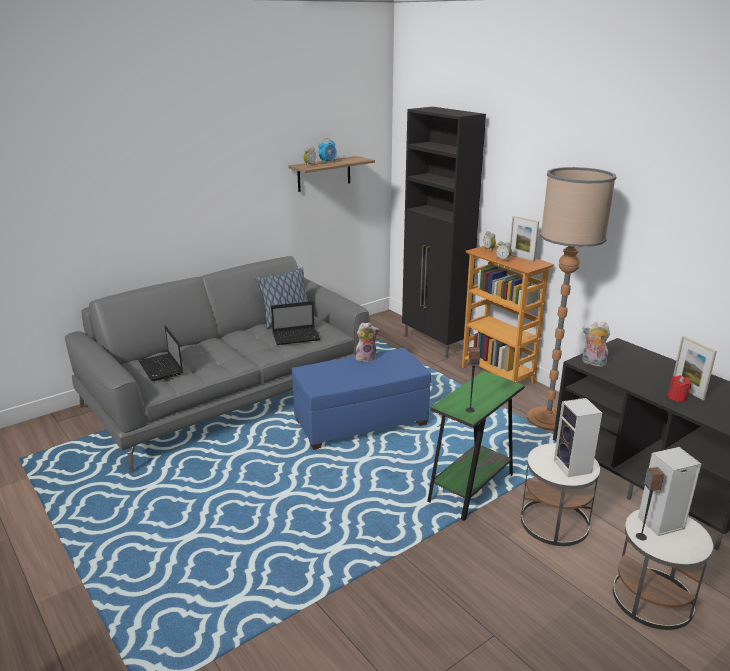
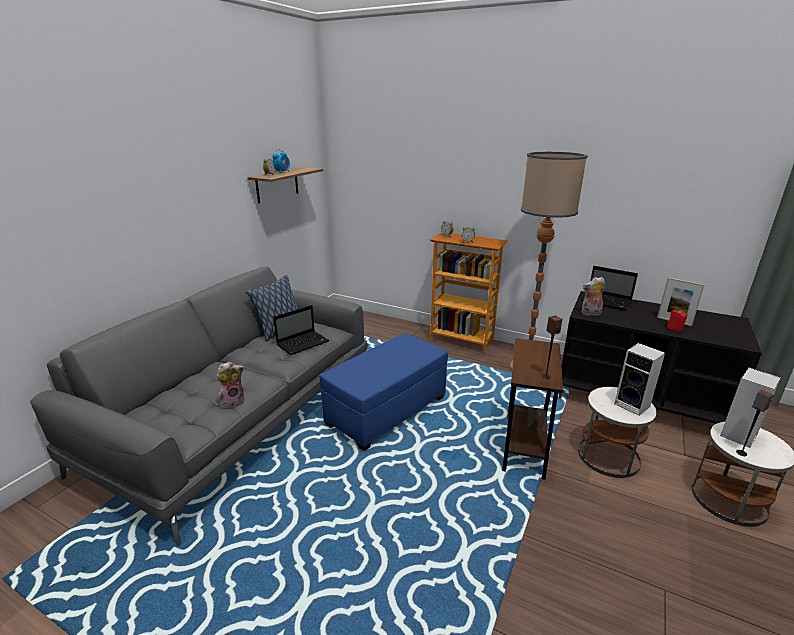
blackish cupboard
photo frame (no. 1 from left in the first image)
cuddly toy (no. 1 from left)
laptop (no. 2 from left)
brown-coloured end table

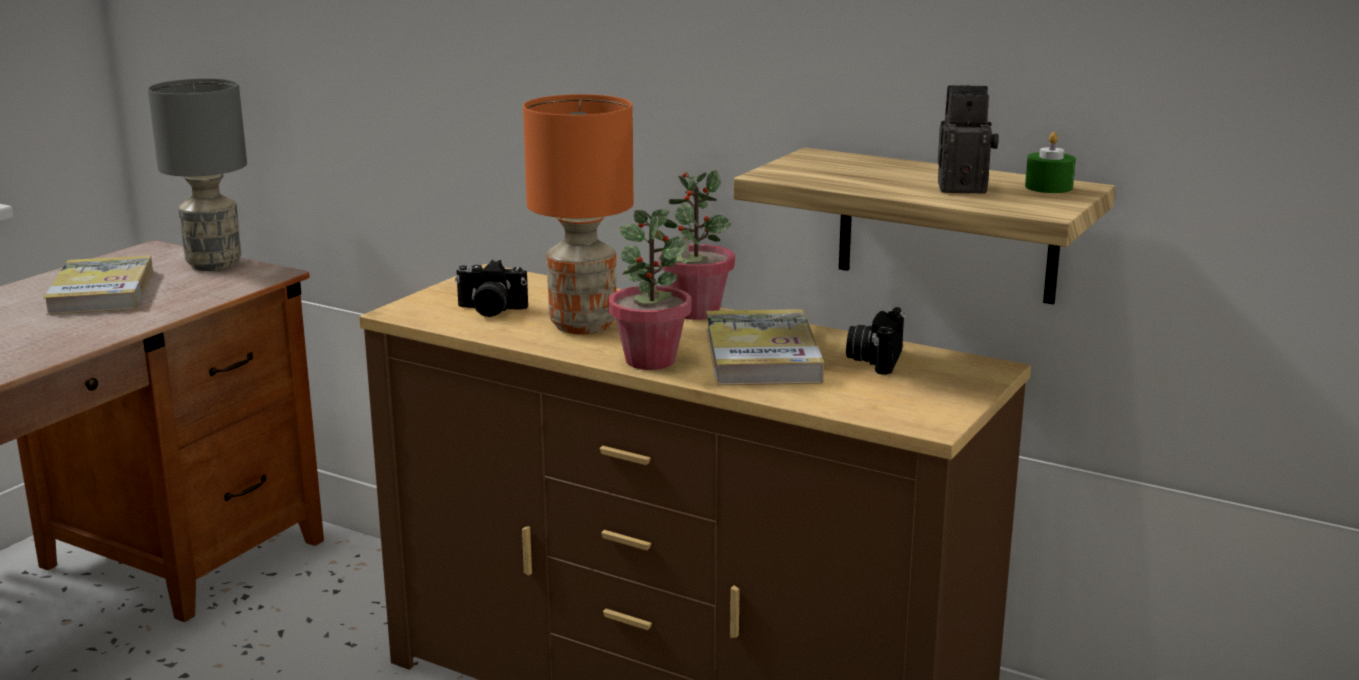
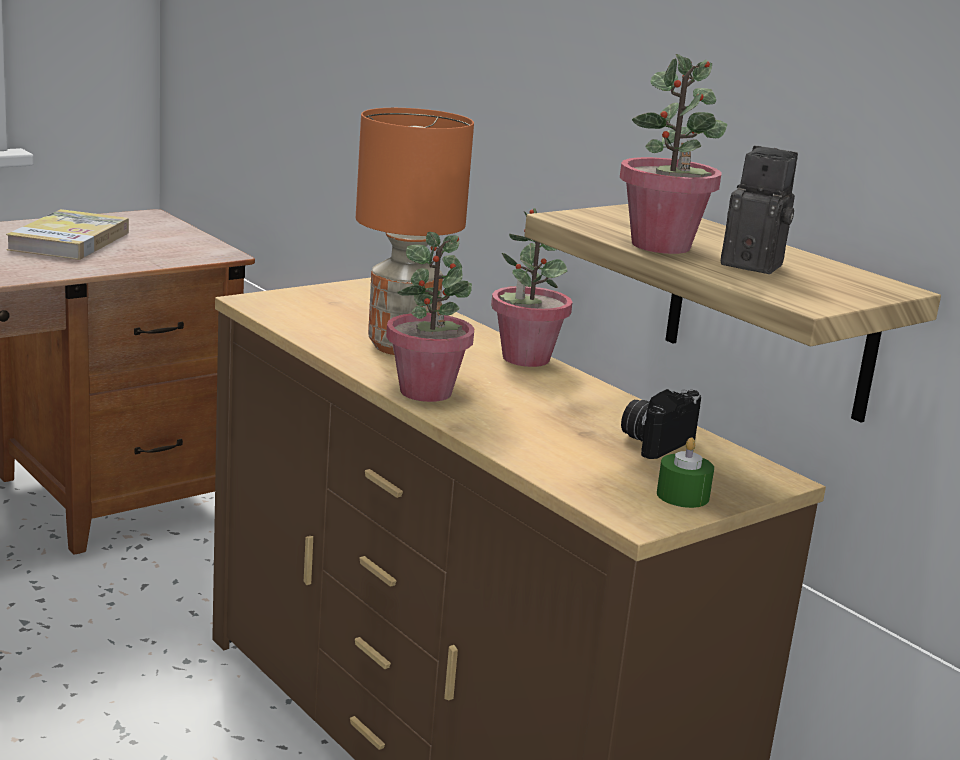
grey lamp for a table
green-coloured wax candle
photo camera (no. 1 from left in the first image)
volume (no. 2 from left in the first image)
potted plant (no. 3 from left)

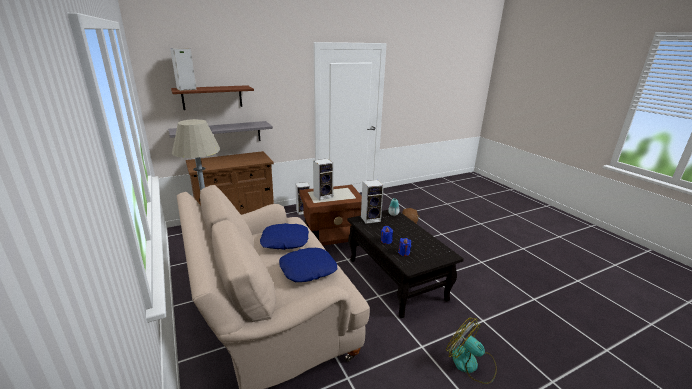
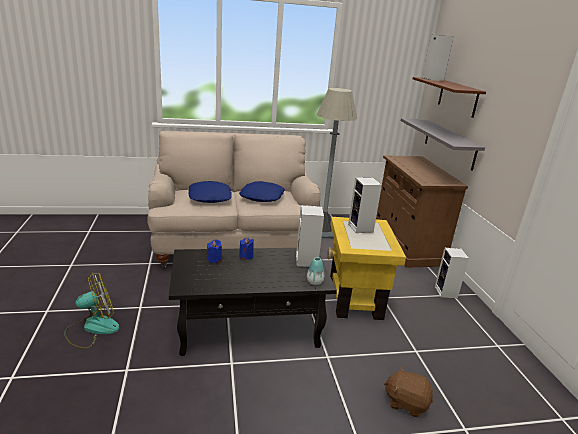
yellow end table

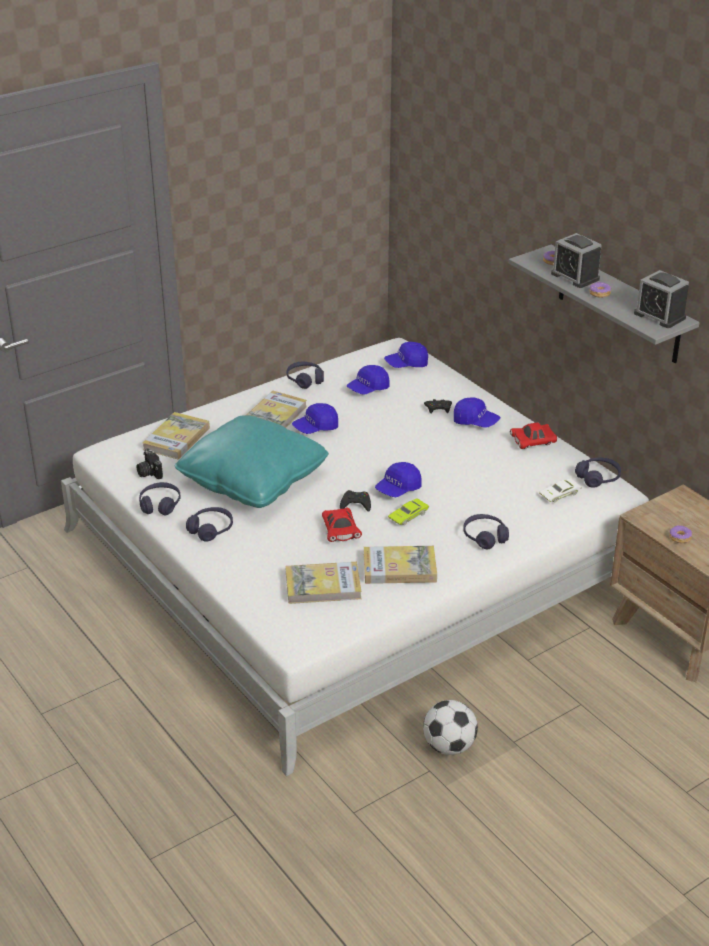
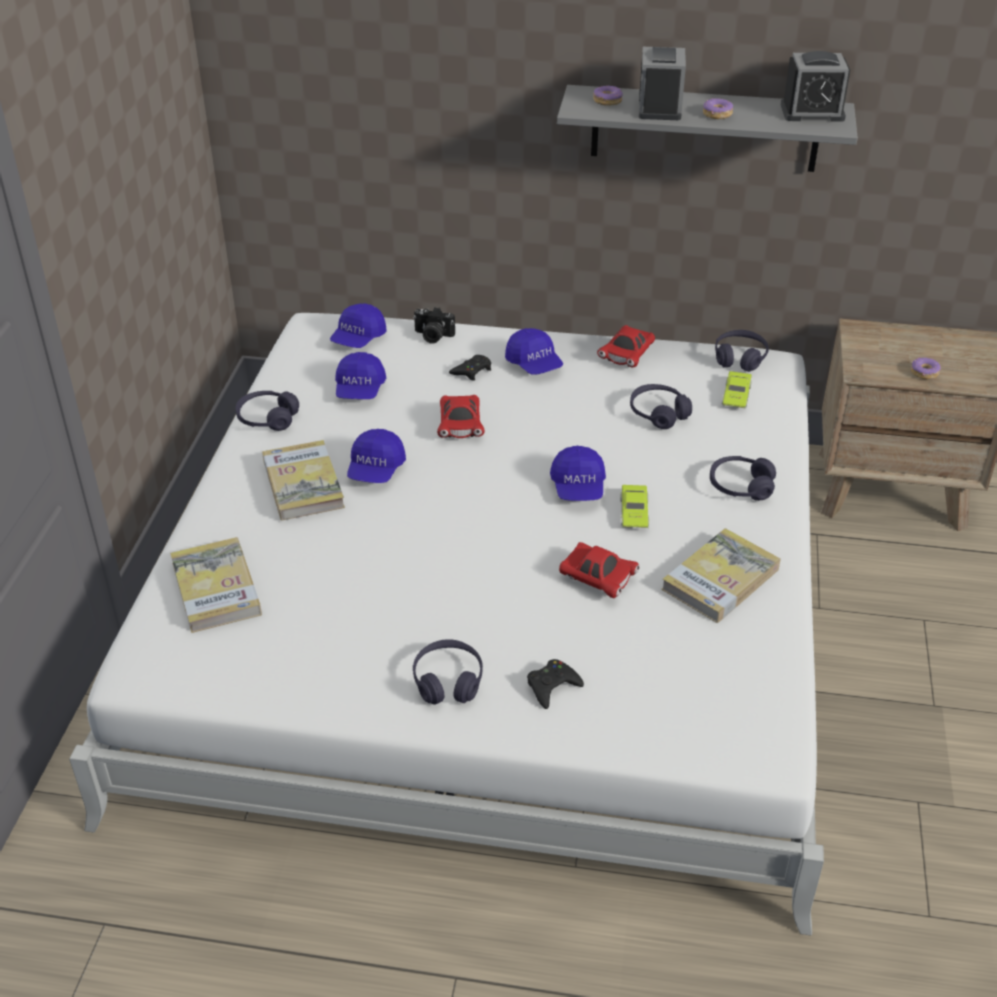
bedside clock (no. 1 from left)
blue cap (no. 4 from left)
blue-green cushion
photo camera
green-coloured miniature car (no. 2 from left)
purple-coloured pair of headphones (no. 3 from left)
blackish game controller (no. 2 from left)
volume (no. 3 from left in the first image)
football
red miniature car (no. 1 from left)

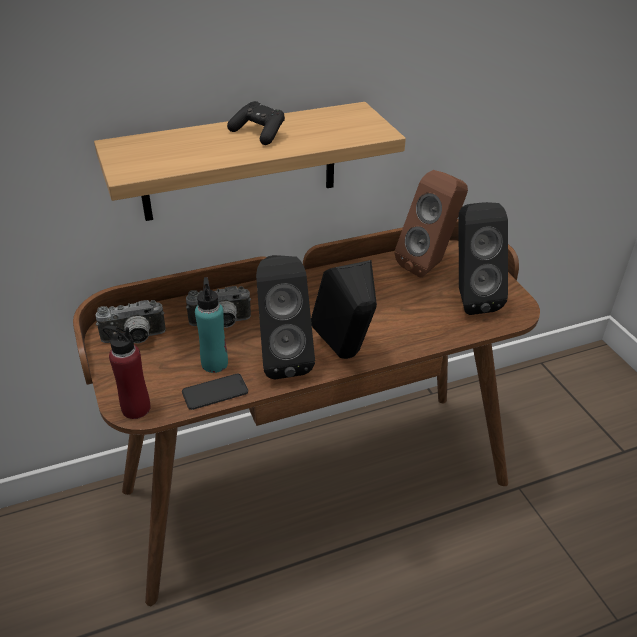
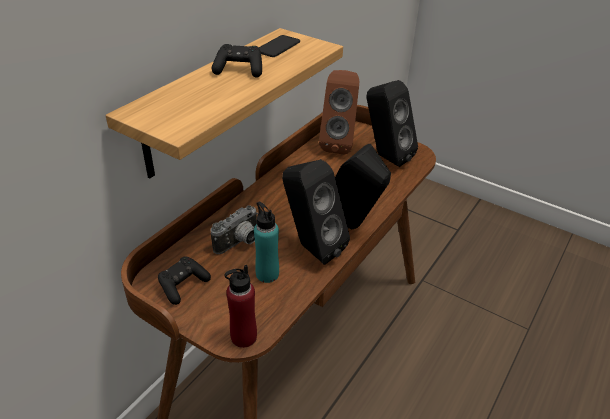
blackish game controller (no. 1 from left)
handset

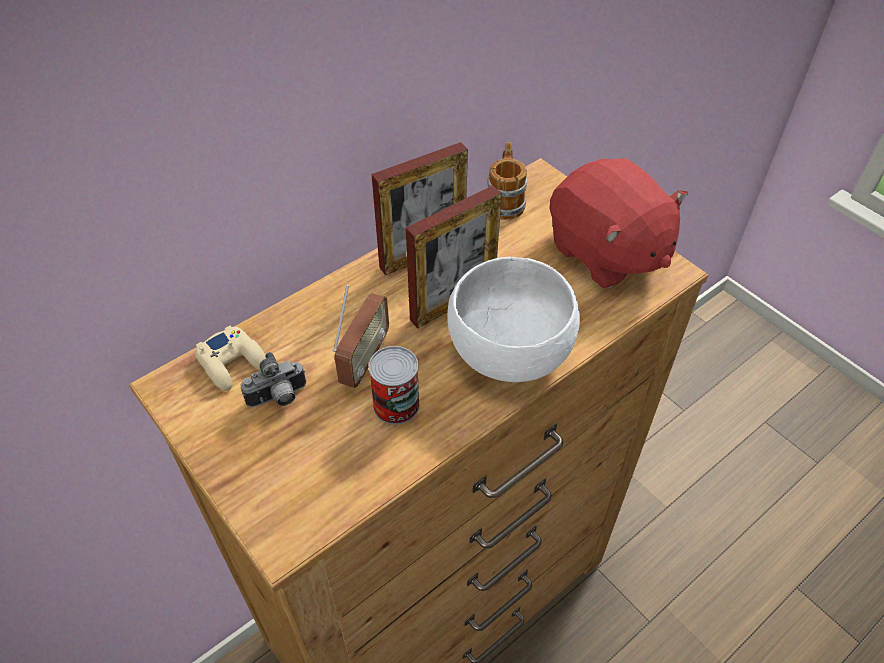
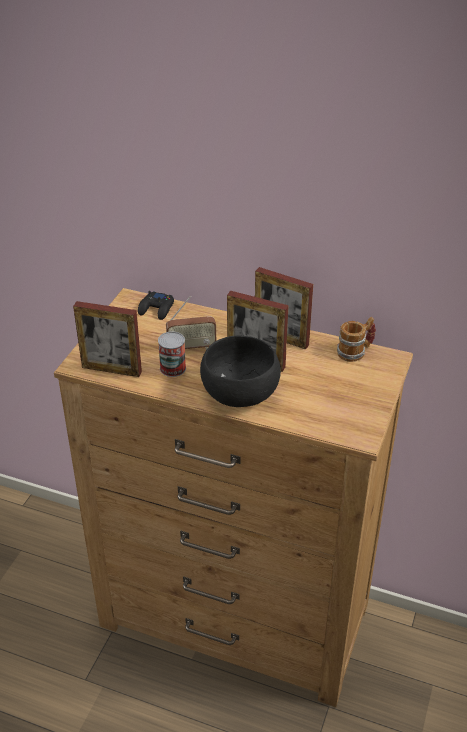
red cuddly toy
blackish bowl
blackish game controller
photo camera
photo frame (no. 1 from left)

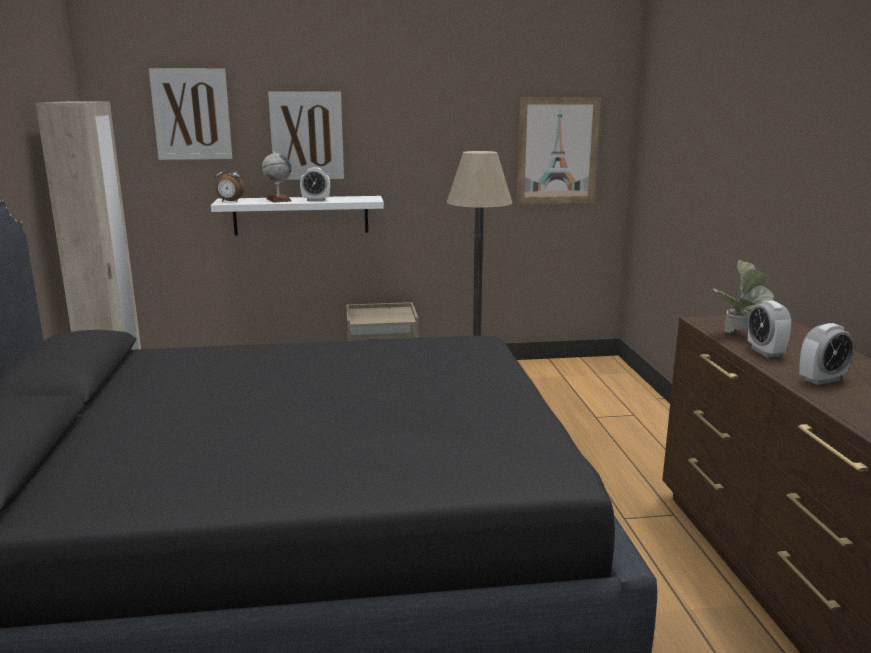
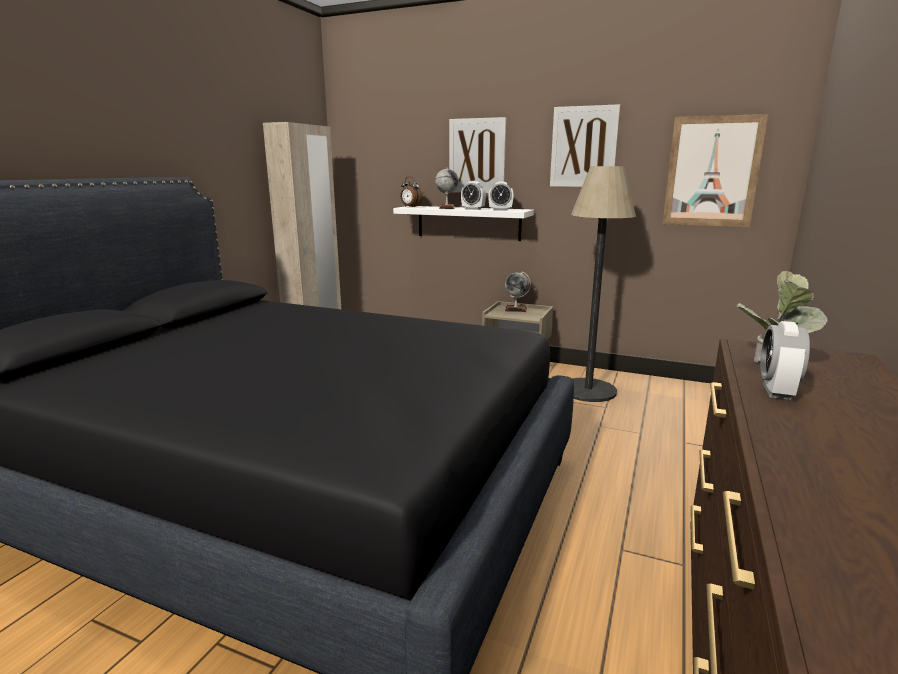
wall art (no. 2 from left)
bedside clock (no. 3 from left)
desk globe (no. 2 from left)

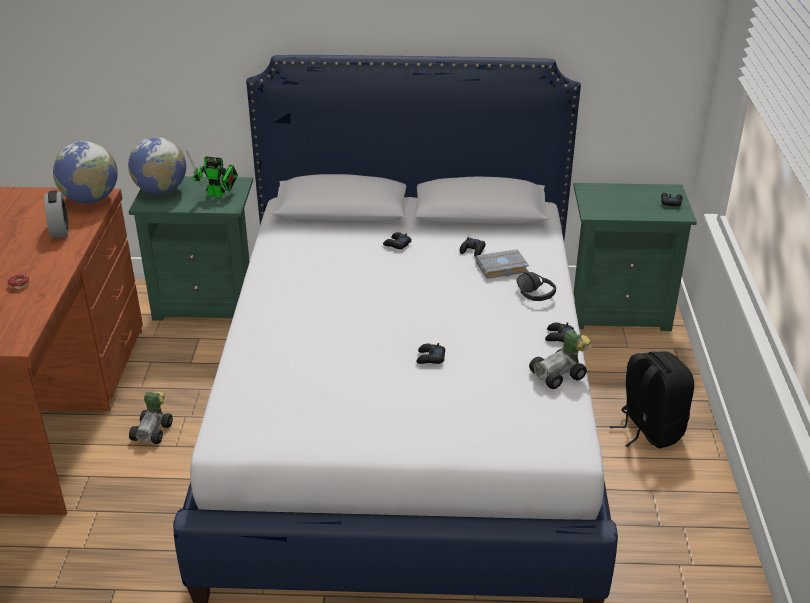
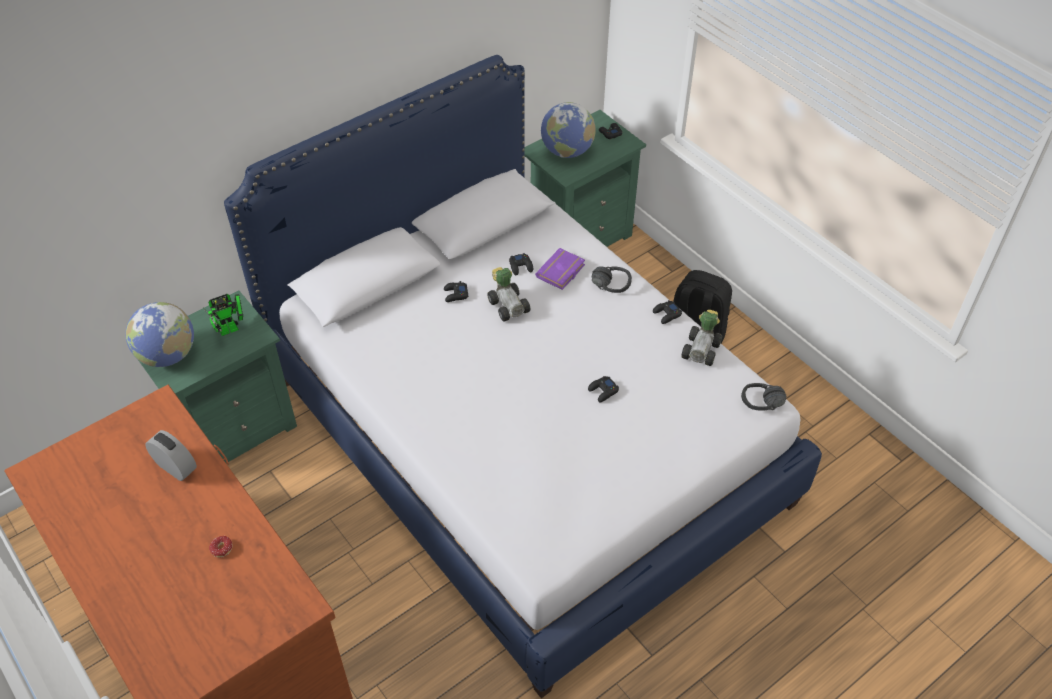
desk globe (no. 2 from left)
purple-coloured volume
miniature car (no. 1 from left)
blackish pair of headphones (no. 2 from left)

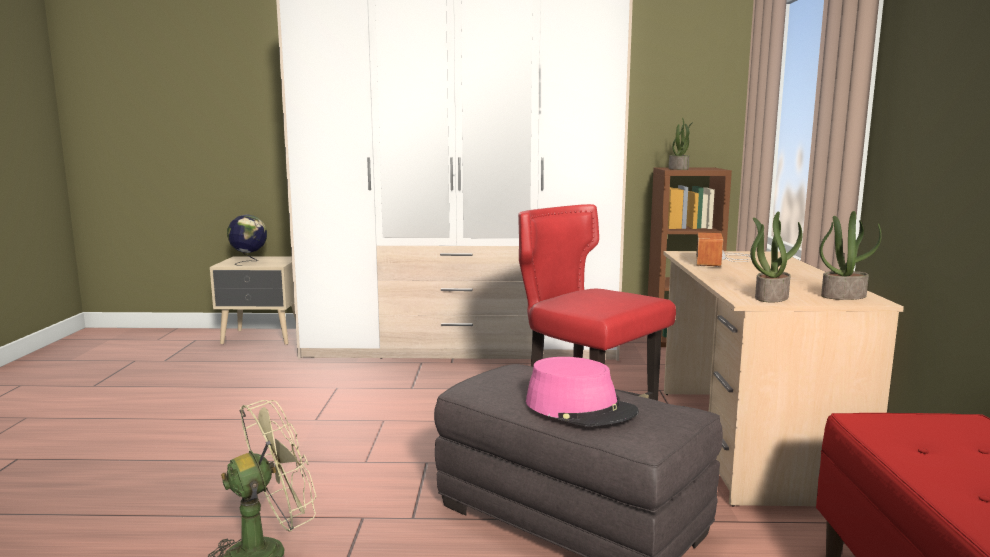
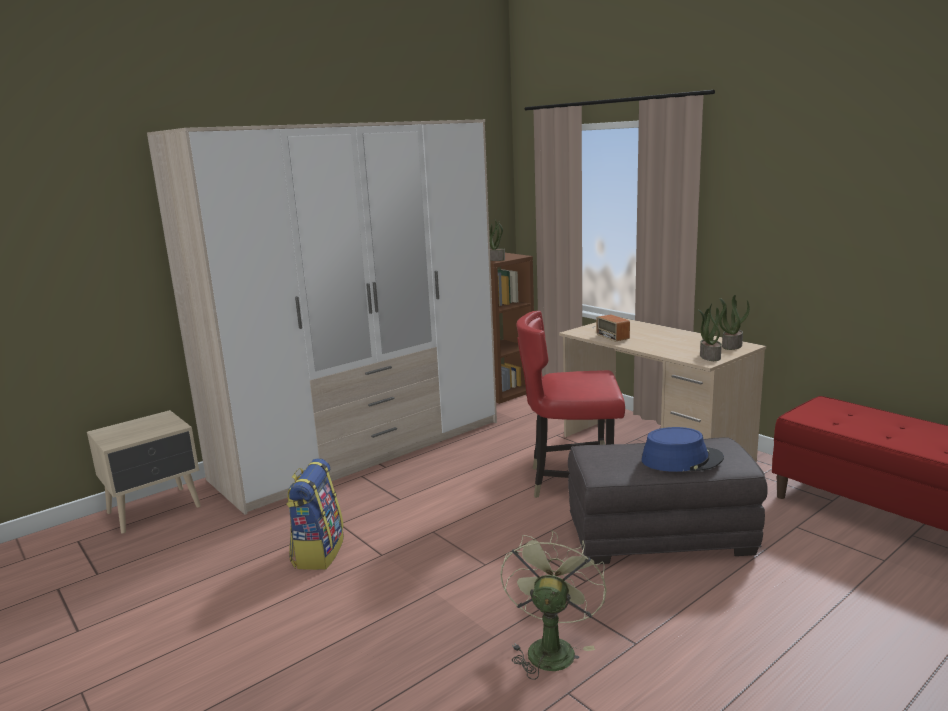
desk globe
blue clothing hat
backpack

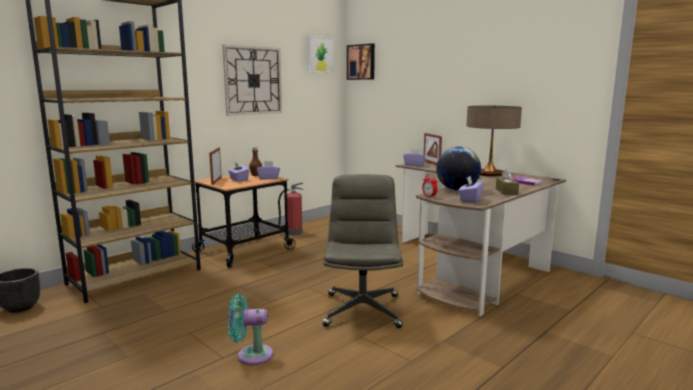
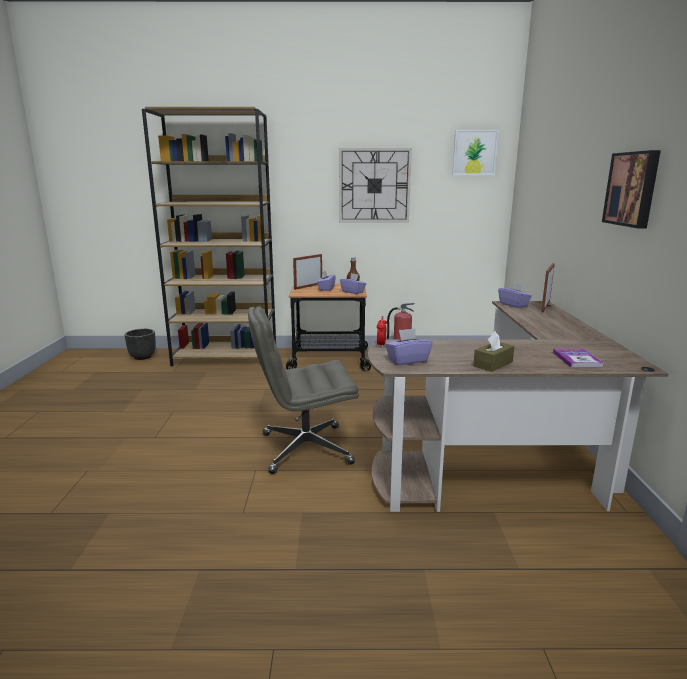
wall art (no. 2 from left)
lamp for a table
desk globe
grey desk chair
blue-green electric fan

